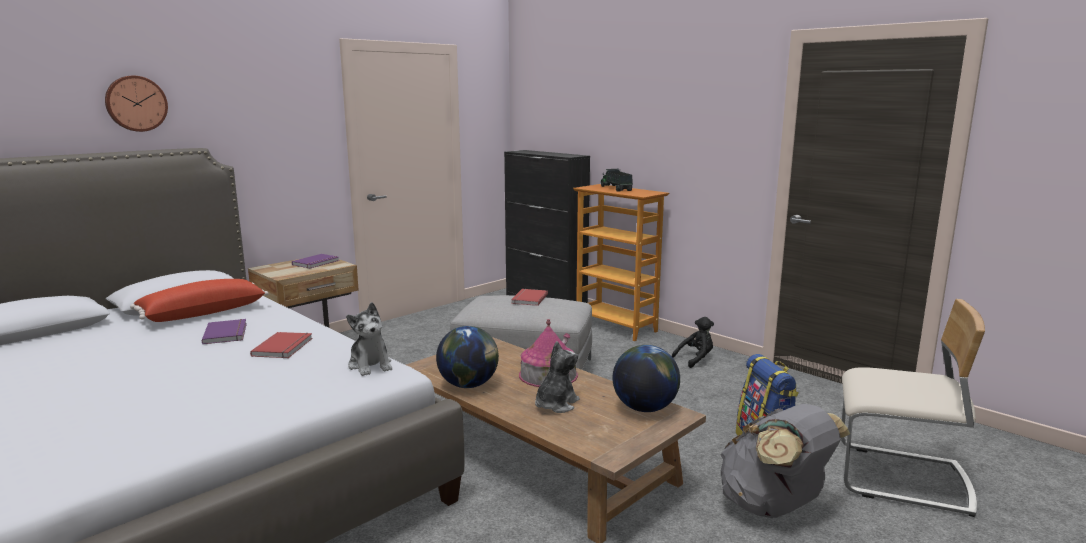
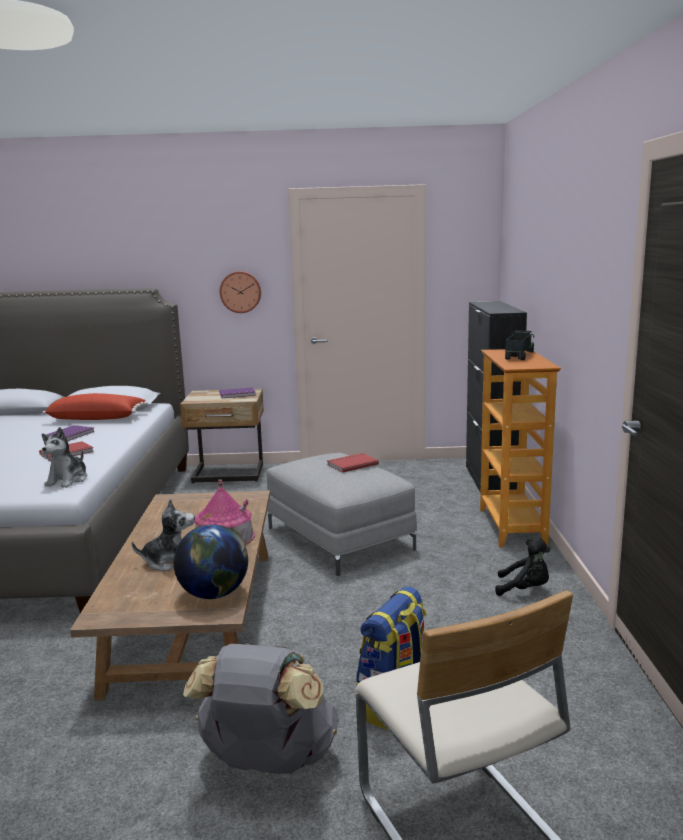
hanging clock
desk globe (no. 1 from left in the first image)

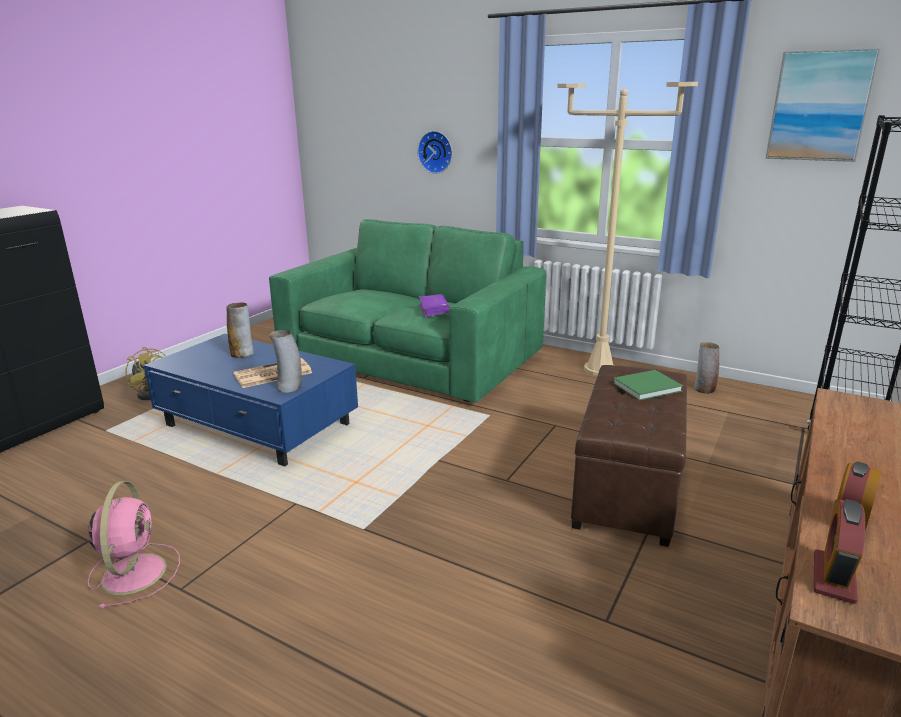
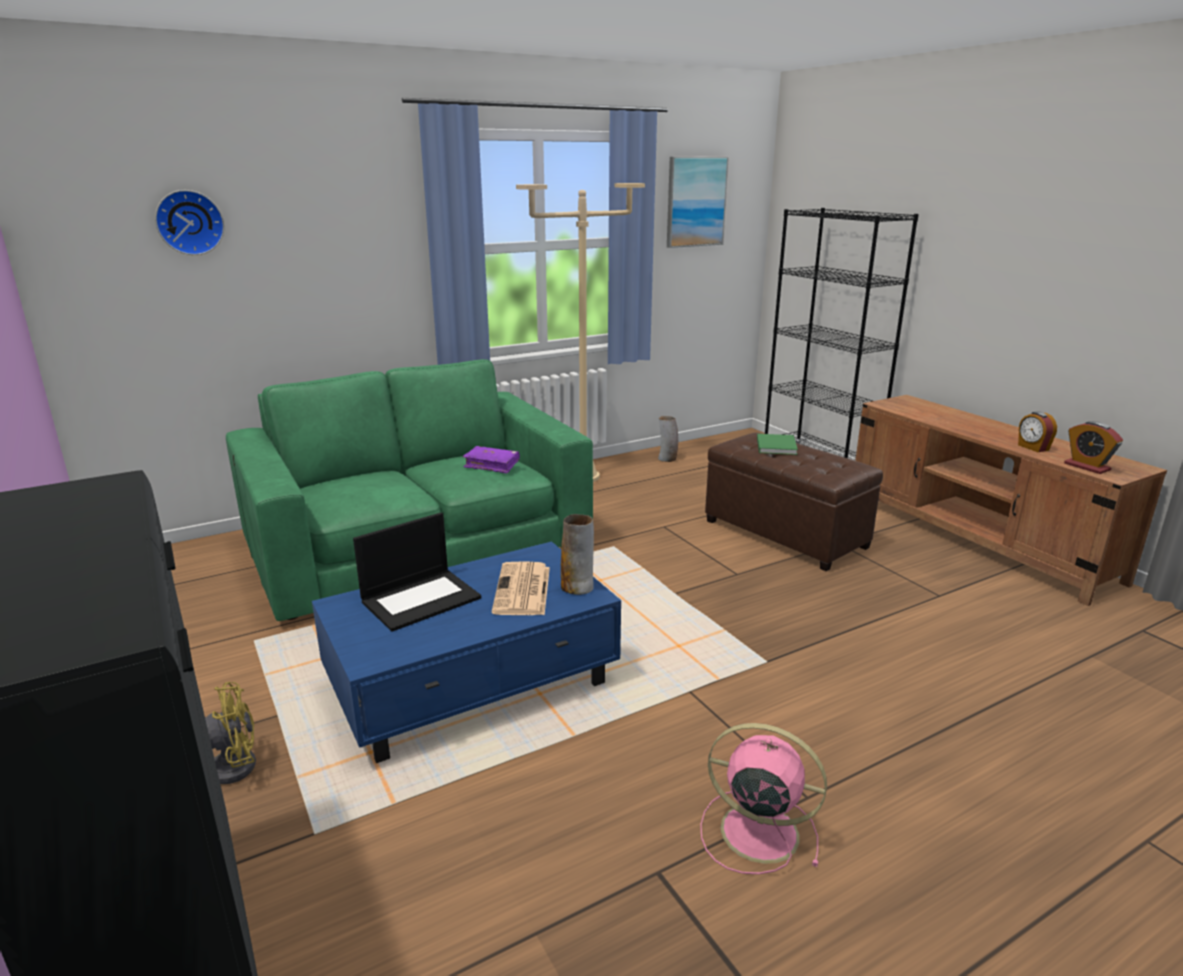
hanging clock
laptop

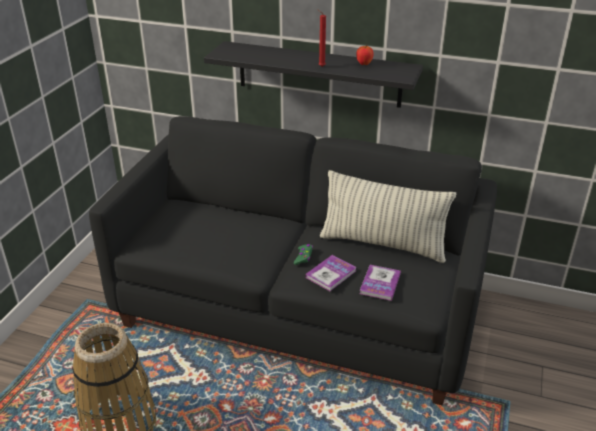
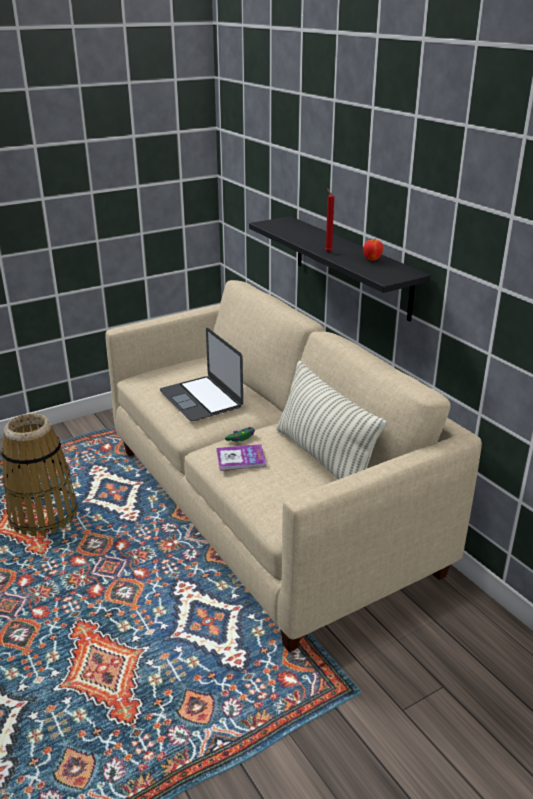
beige settee
volume (no. 2 from left in the first image)
laptop

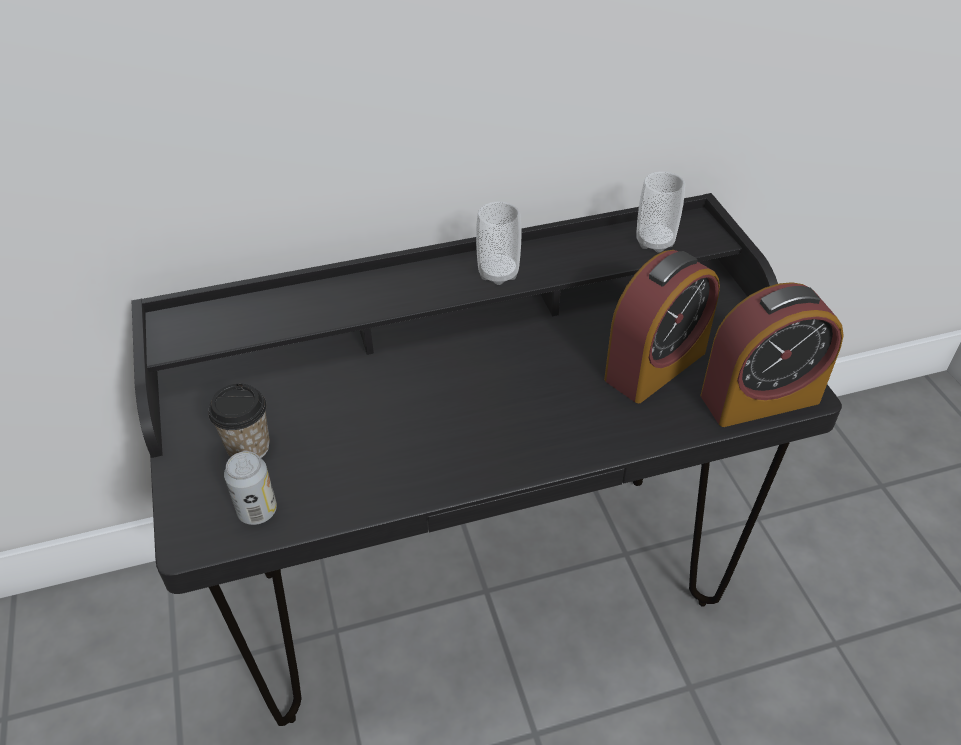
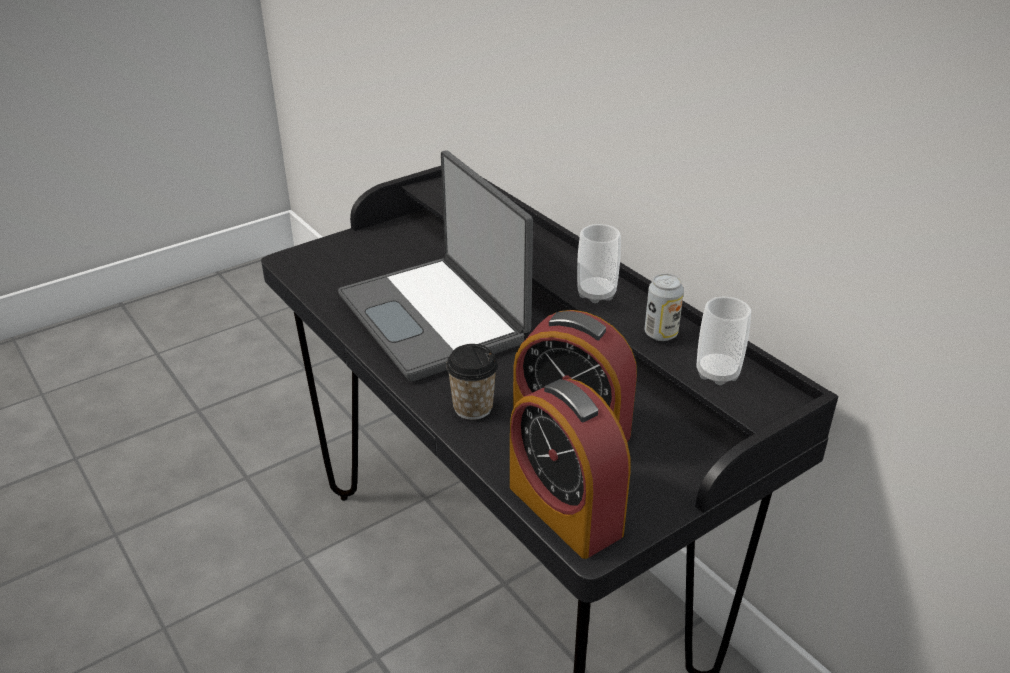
cup (no. 1 from left)
metal can
laptop

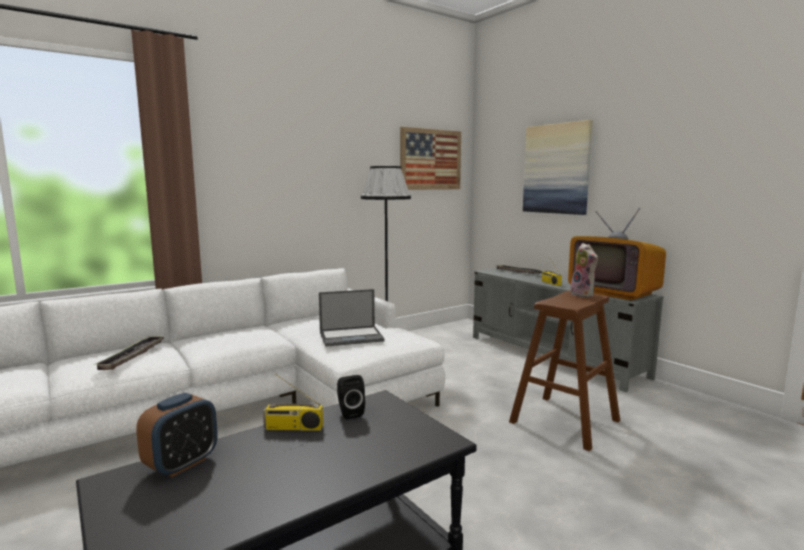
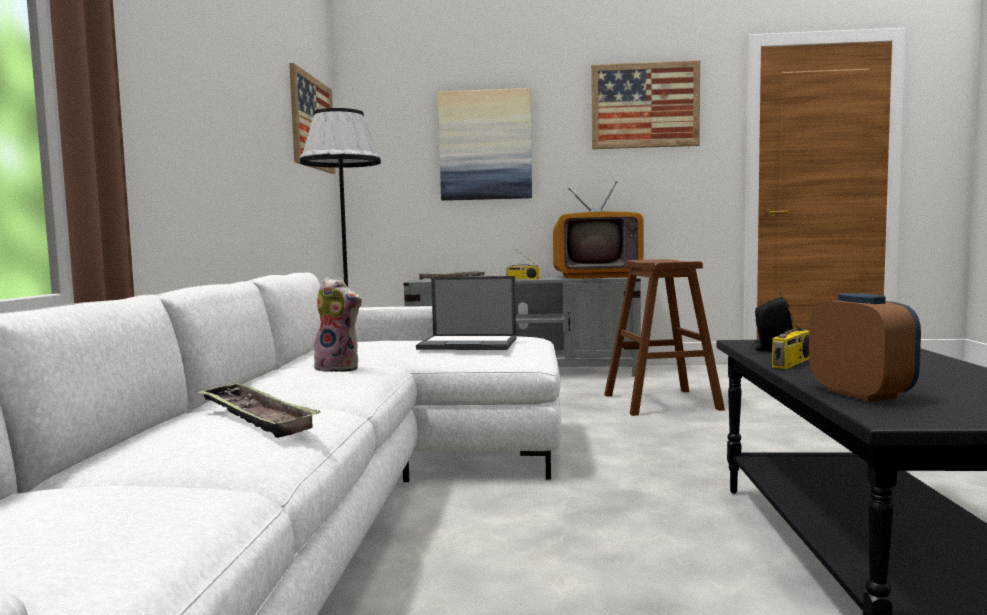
cuddly toy
laptop
wall art (no. 3 from left)

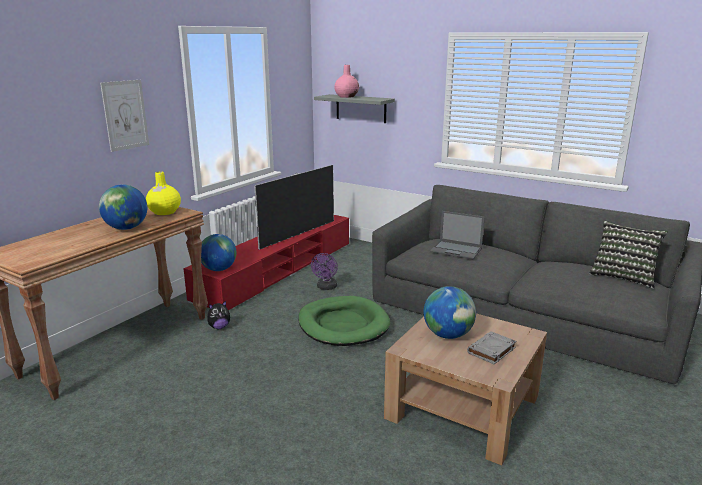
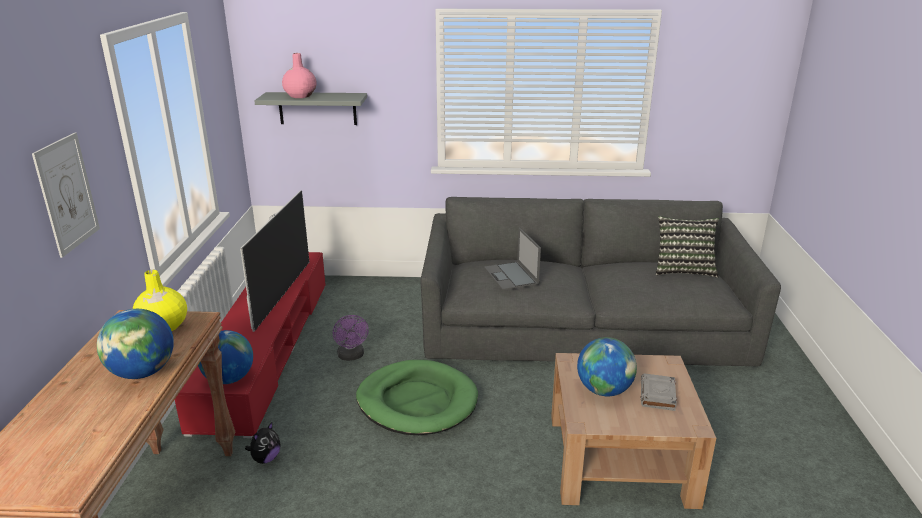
laptop

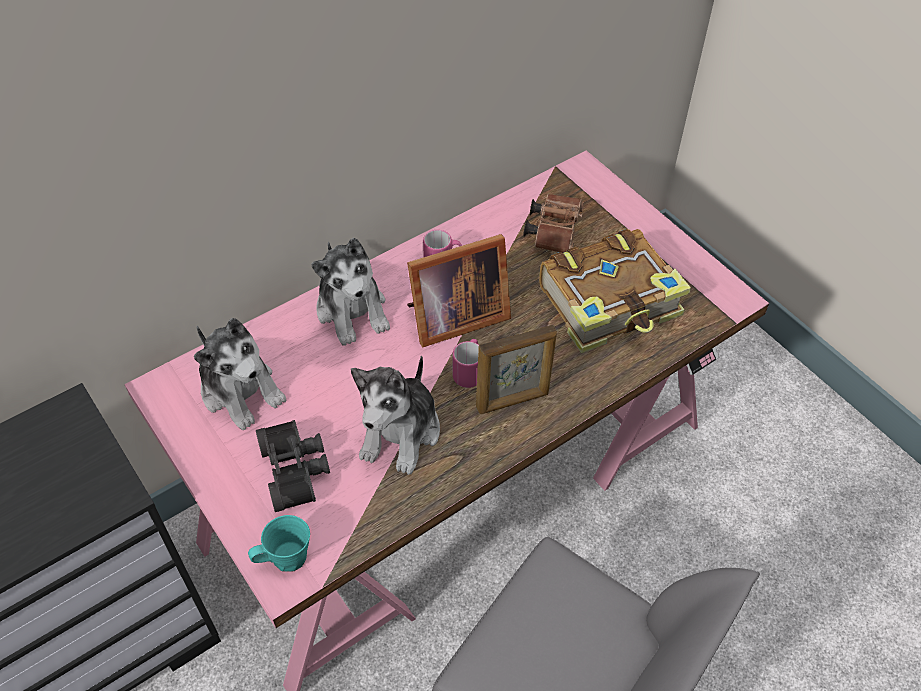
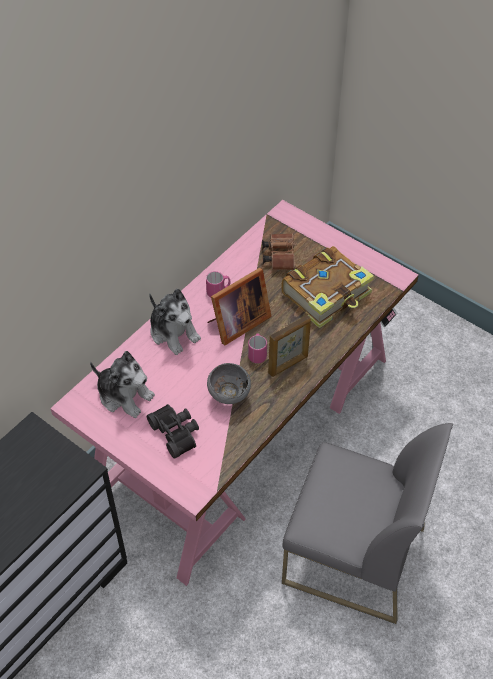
grey bowl
blue-green mug

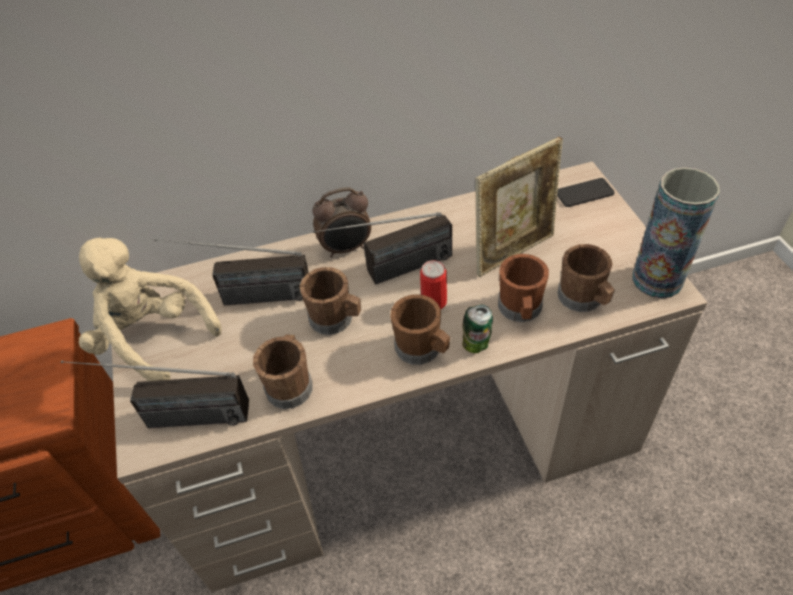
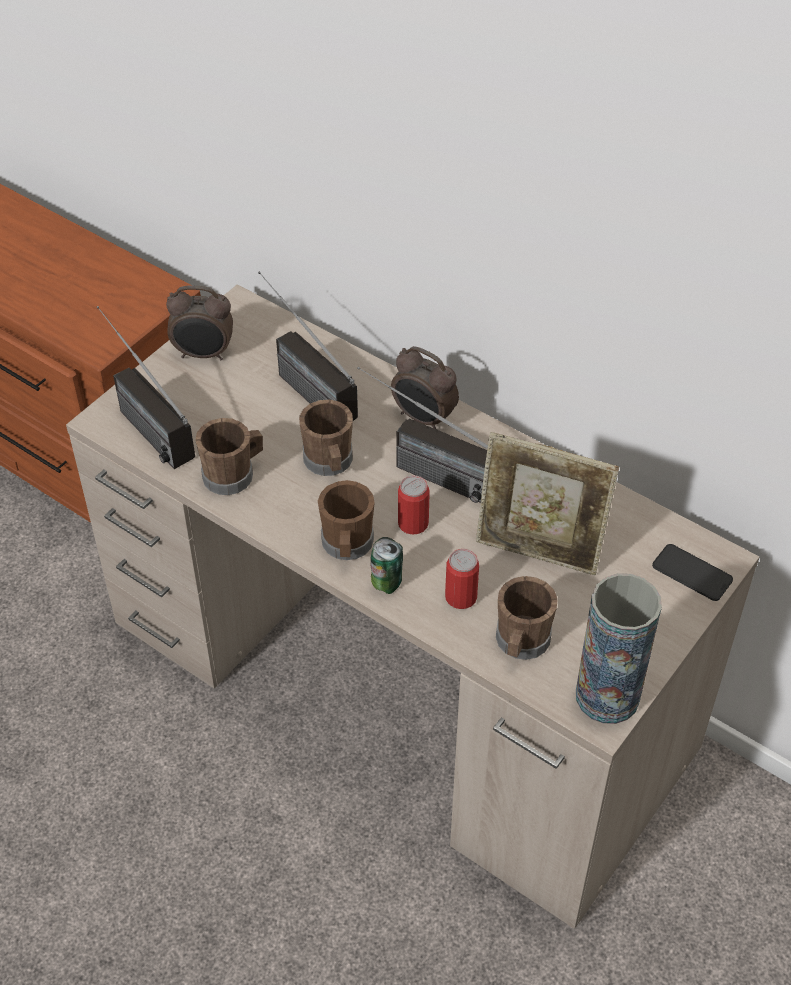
bedside clock (no. 1 from left)
metal can (no. 3 from left)

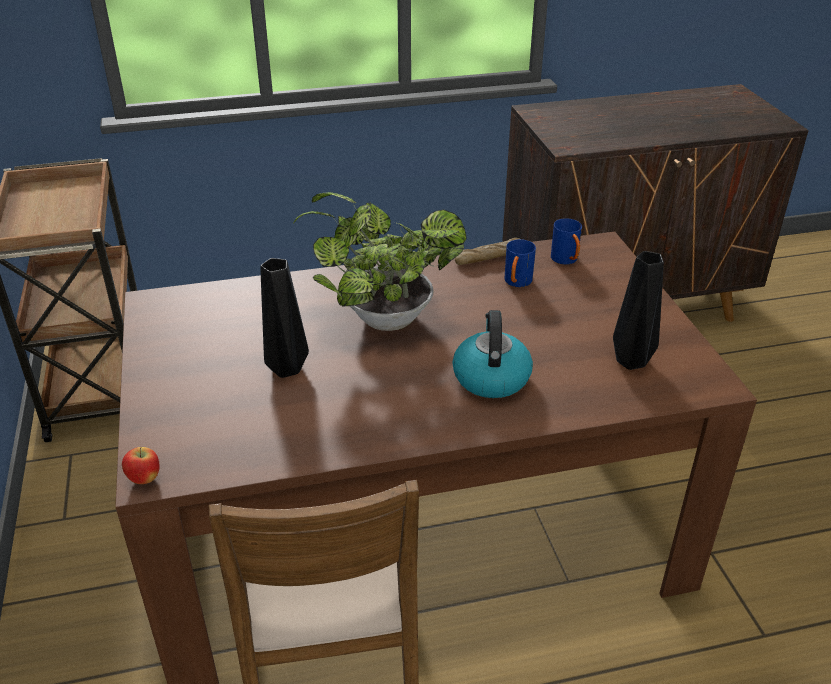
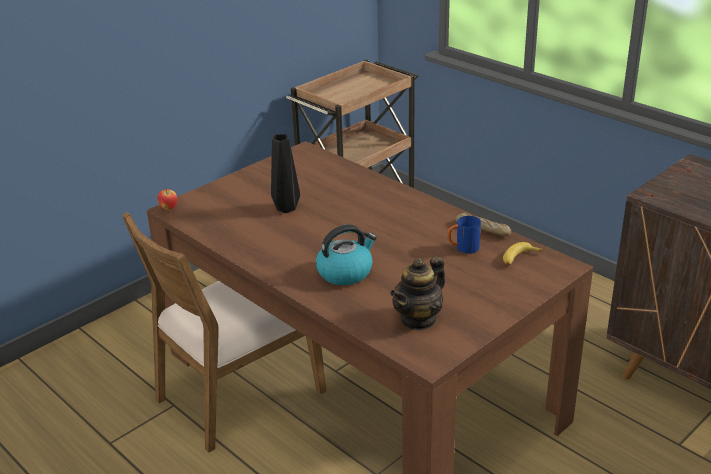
potted plant
banana
teapot

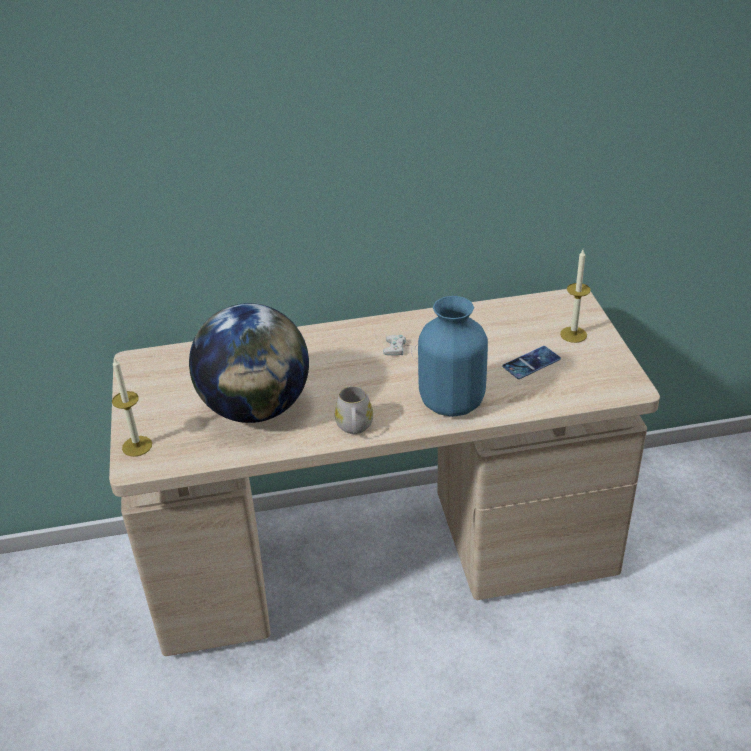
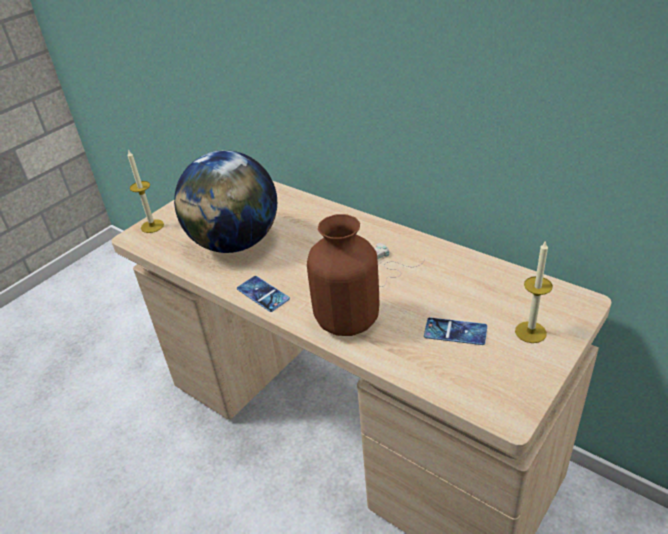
brown-coloured flower vase
handset (no. 1 from left)

